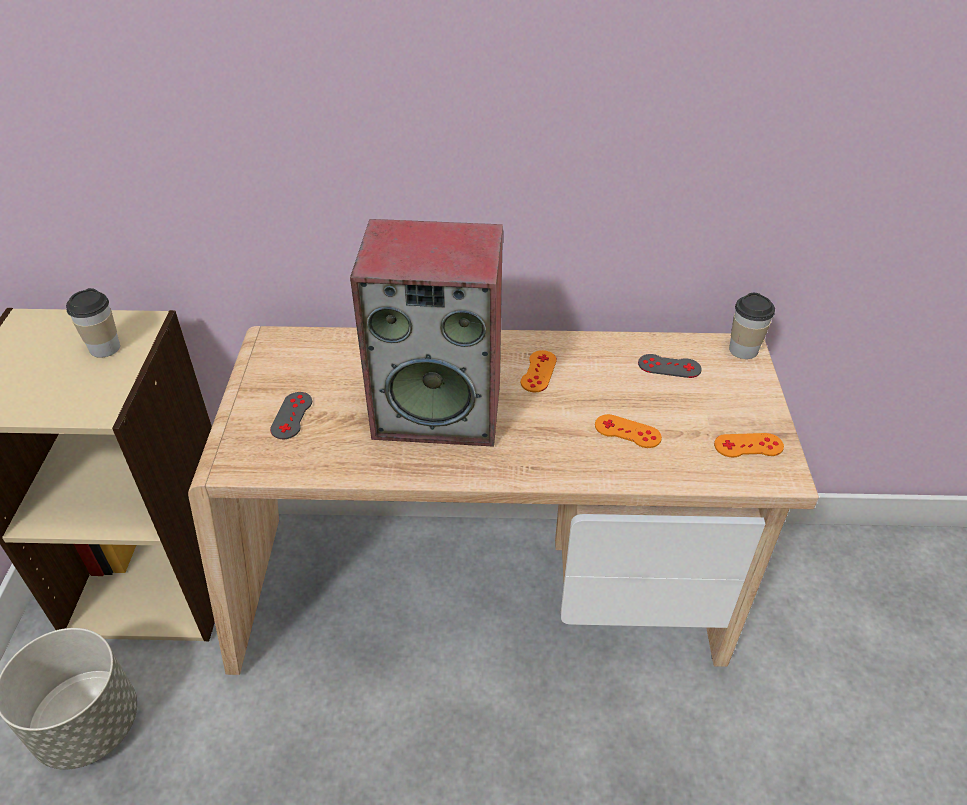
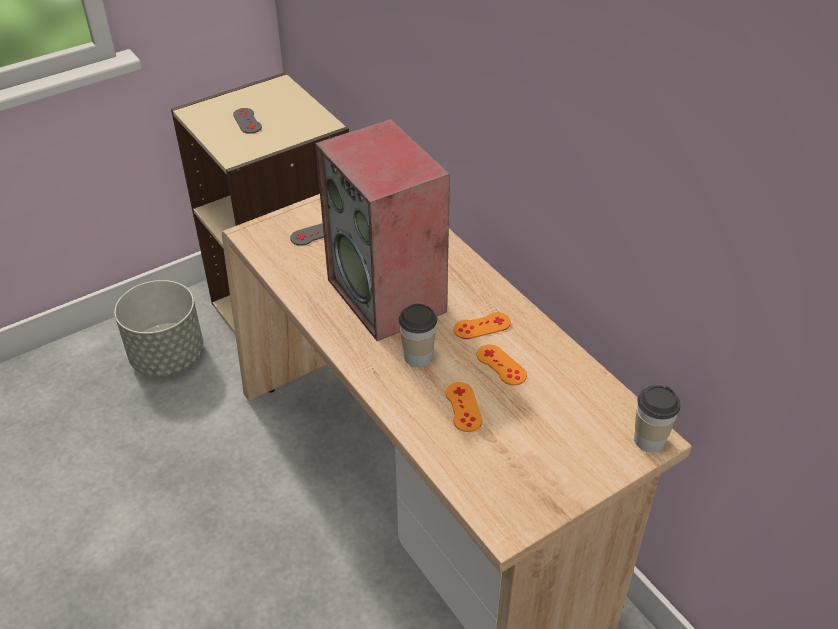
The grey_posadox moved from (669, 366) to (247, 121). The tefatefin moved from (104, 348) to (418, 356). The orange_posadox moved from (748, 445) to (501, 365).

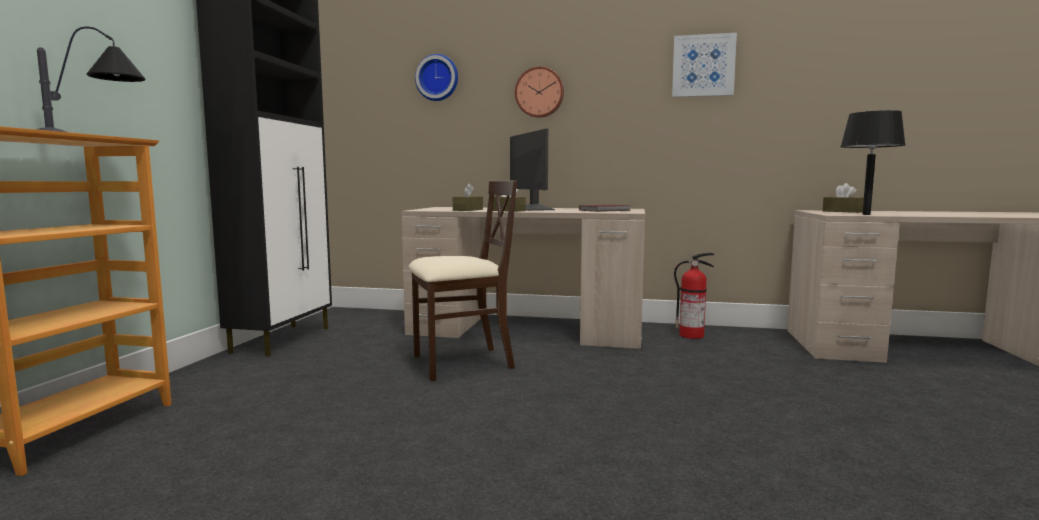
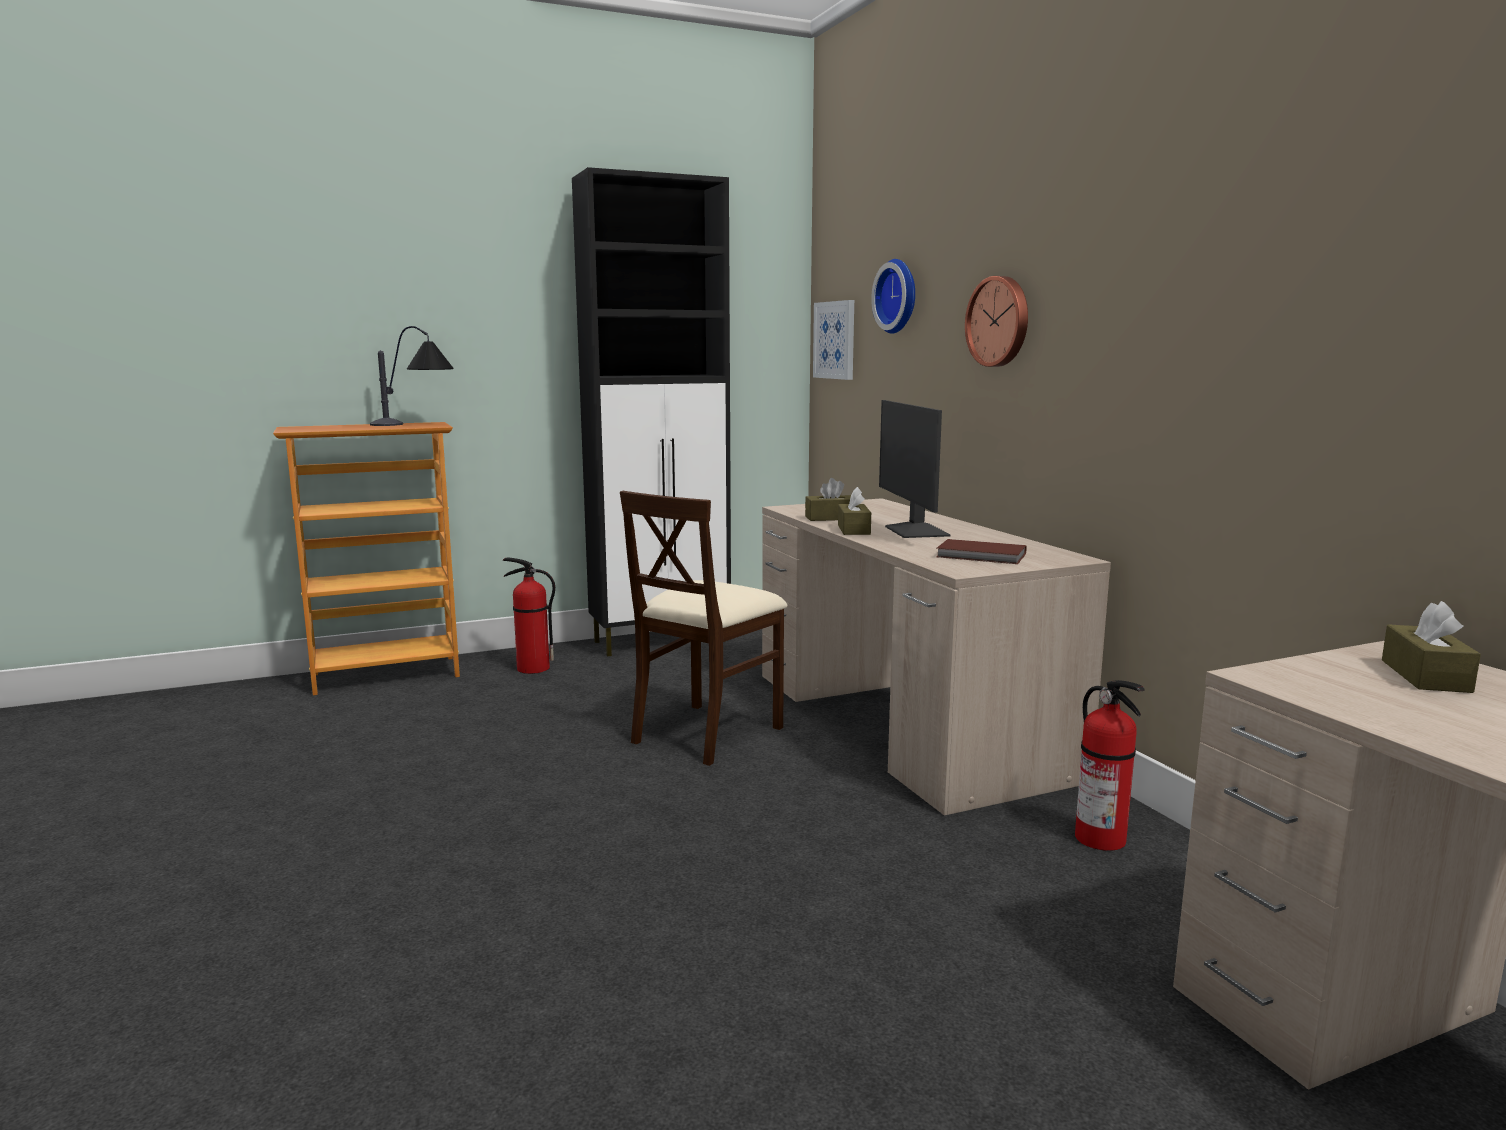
The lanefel at (532, 668) appeared. The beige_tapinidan at (461, 363) turned 90 degrees clockwise. The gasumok moved from (703, 66) to (835, 340). The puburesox at (533, 209) turned 45 degrees counterclockwise. The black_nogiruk at (866, 214) disappeared.

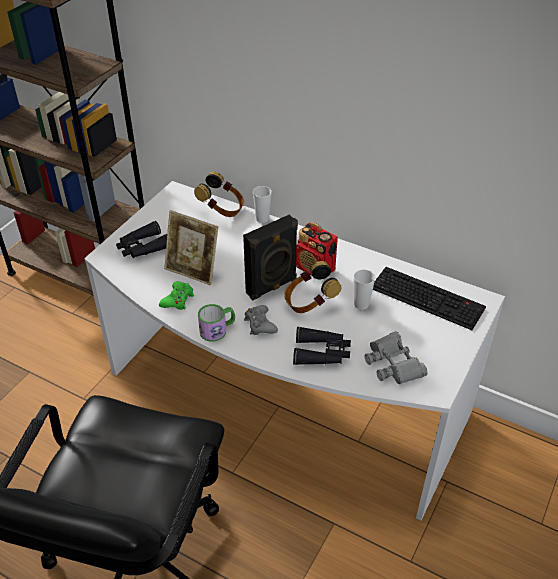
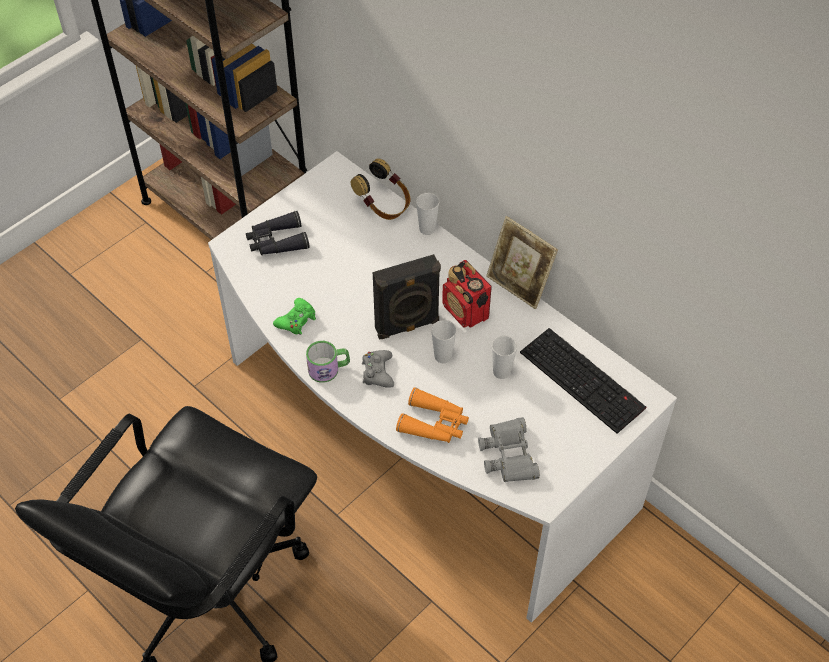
The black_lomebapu at (322, 353) became the orange_lomebapu at (434, 423). The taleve at (309, 302) was replaced by the tefatefin at (443, 356). The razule moved from (193, 271) to (518, 286).

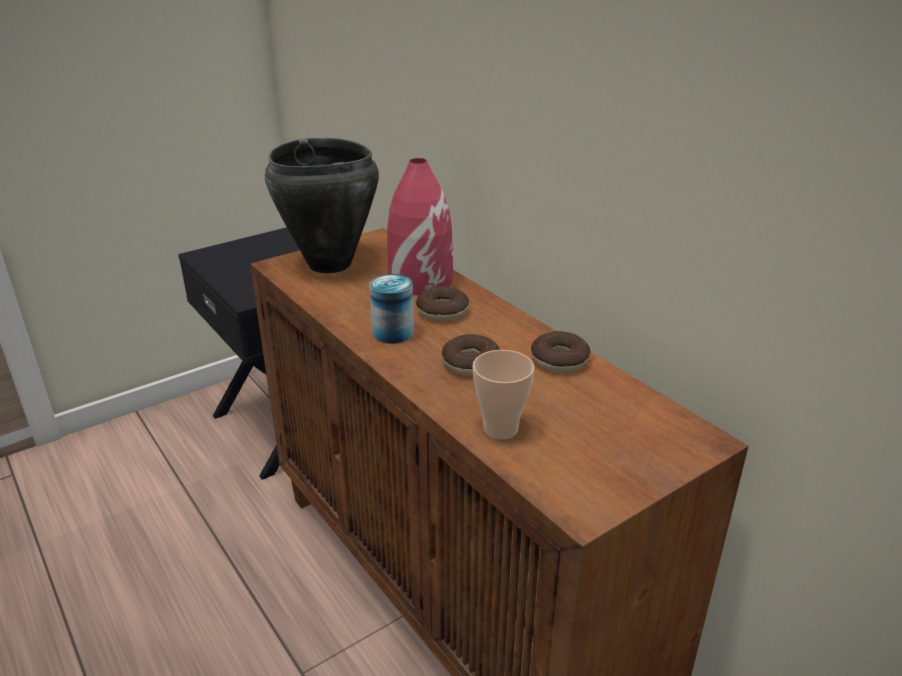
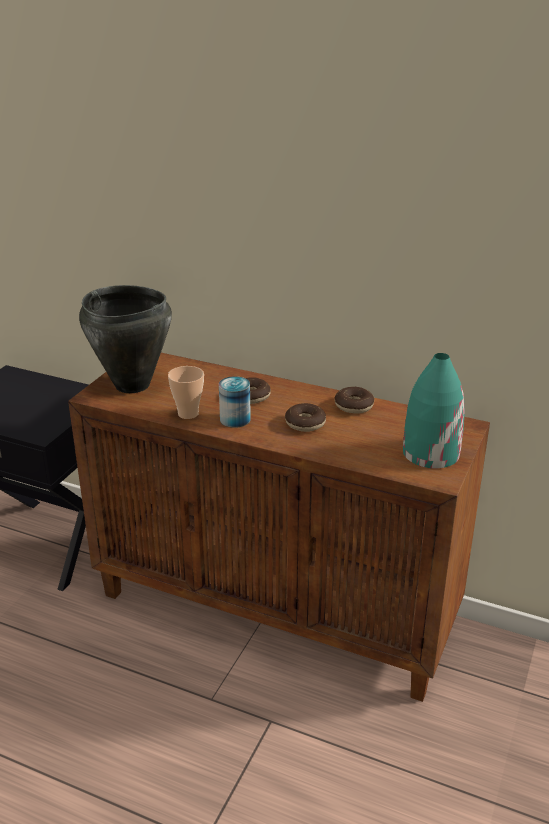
The tefatefin moved from (500, 429) to (188, 414). The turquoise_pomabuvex at (430, 453) appeared. The red_pomabuvex at (420, 280) disappeared.

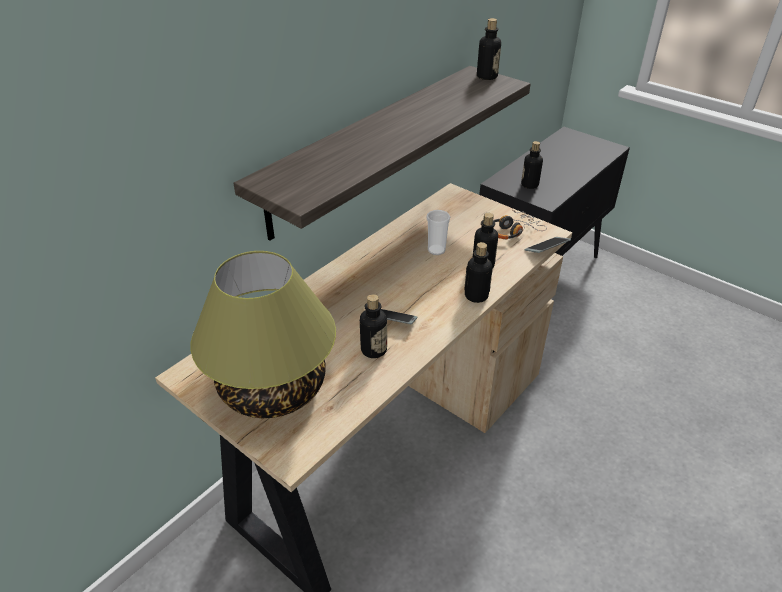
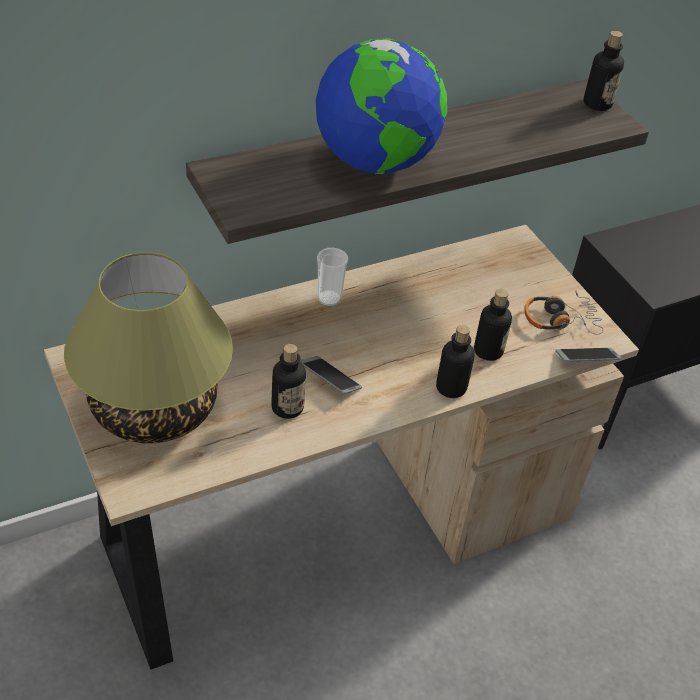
The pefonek at (375, 162) appeared. The tefatefin moved from (436, 250) to (329, 298). The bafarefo at (529, 185) disappeared.

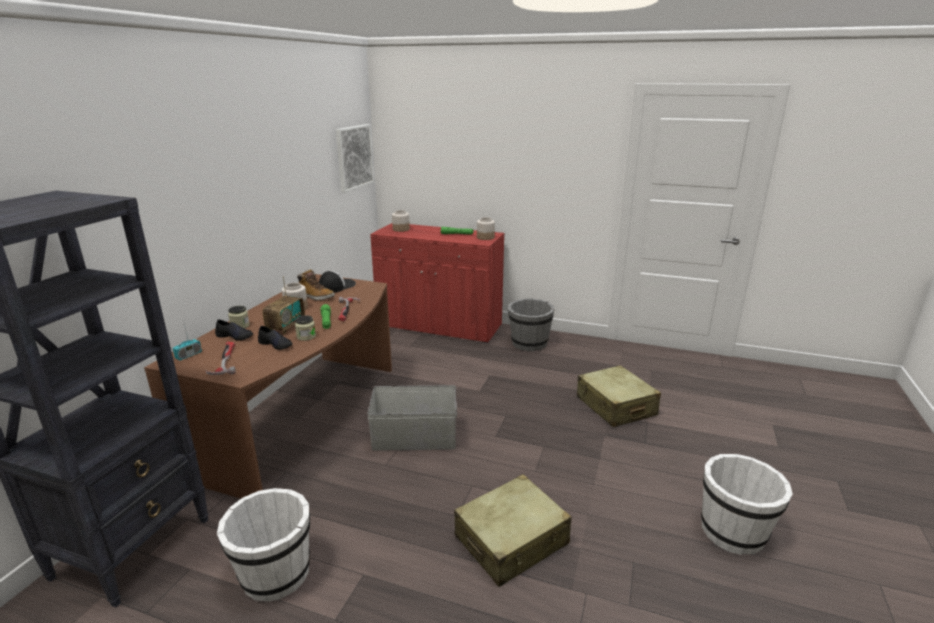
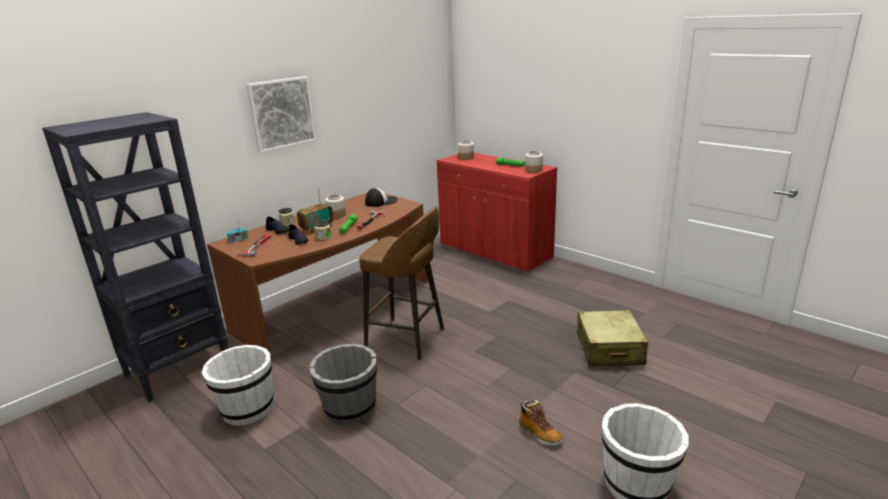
The gasumok moved from (354, 157) to (282, 113). The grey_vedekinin moved from (529, 343) to (349, 409). The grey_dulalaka at (415, 438) was replaced by the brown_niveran at (407, 339). The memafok moved from (316, 297) to (539, 434). The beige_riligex at (512, 541) disappeared.

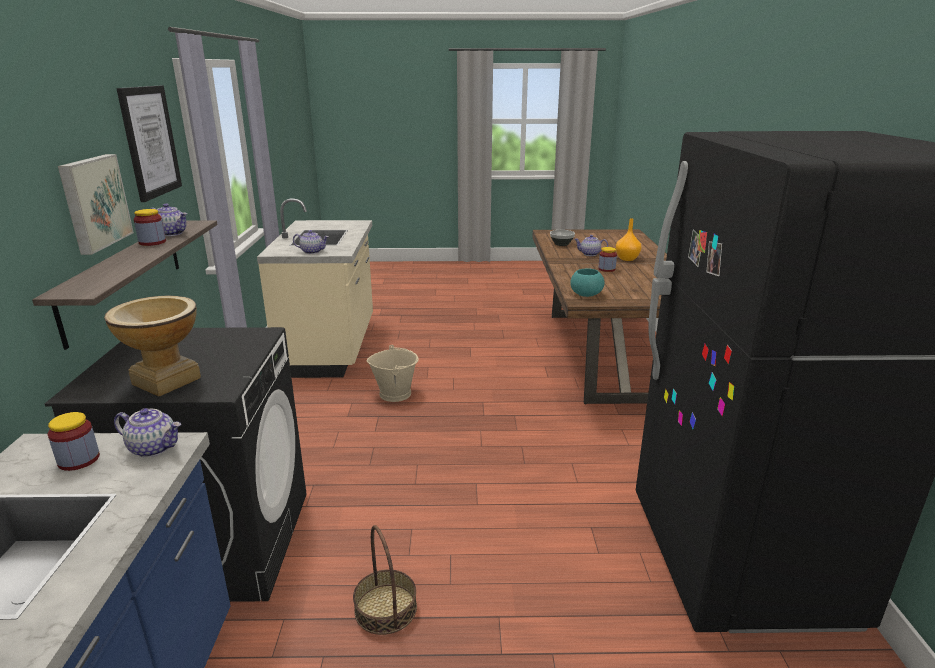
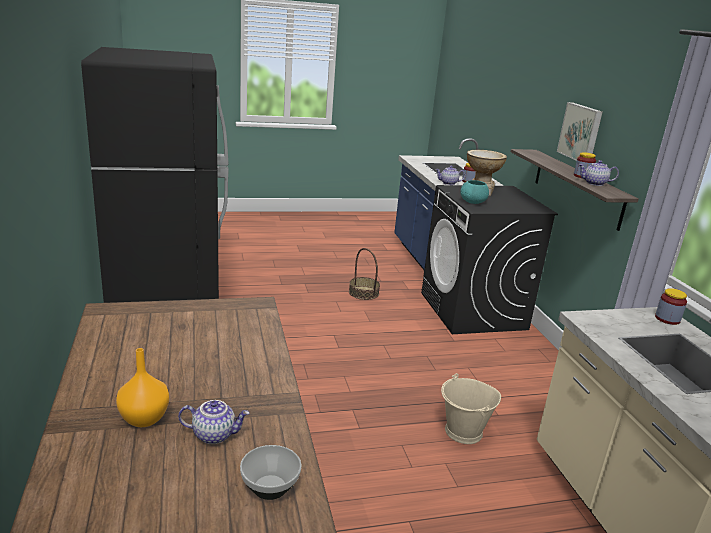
The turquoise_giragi moved from (585, 294) to (473, 202). The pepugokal moved from (606, 269) to (667, 319). The gasumok at (150, 142) disappeared. The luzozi at (312, 251) disappeared.

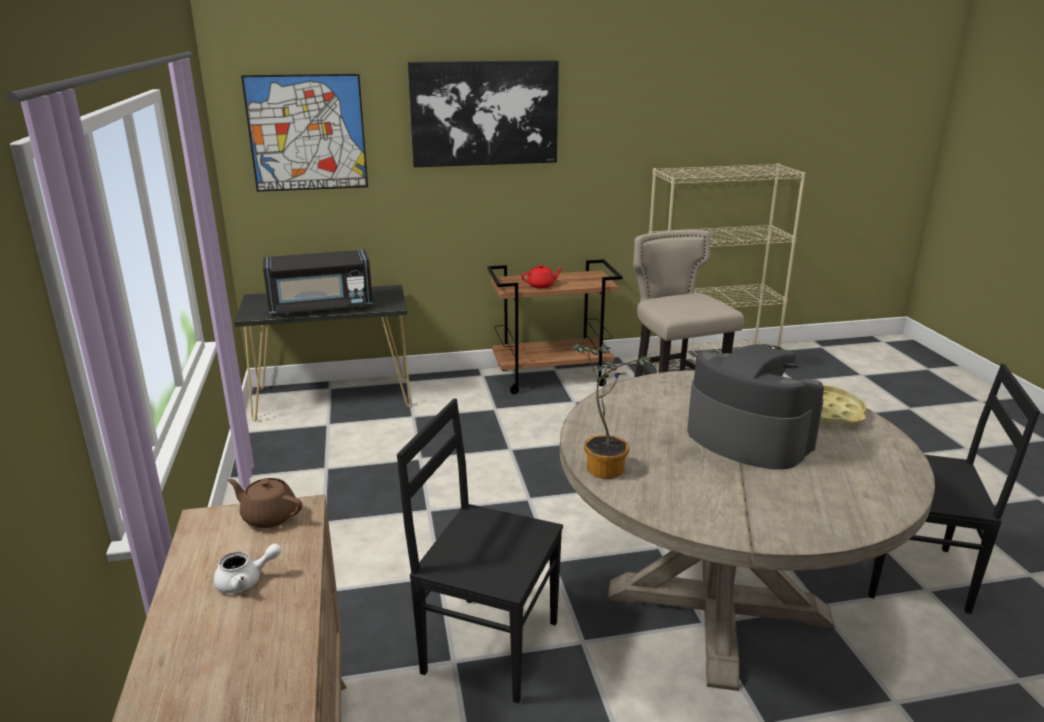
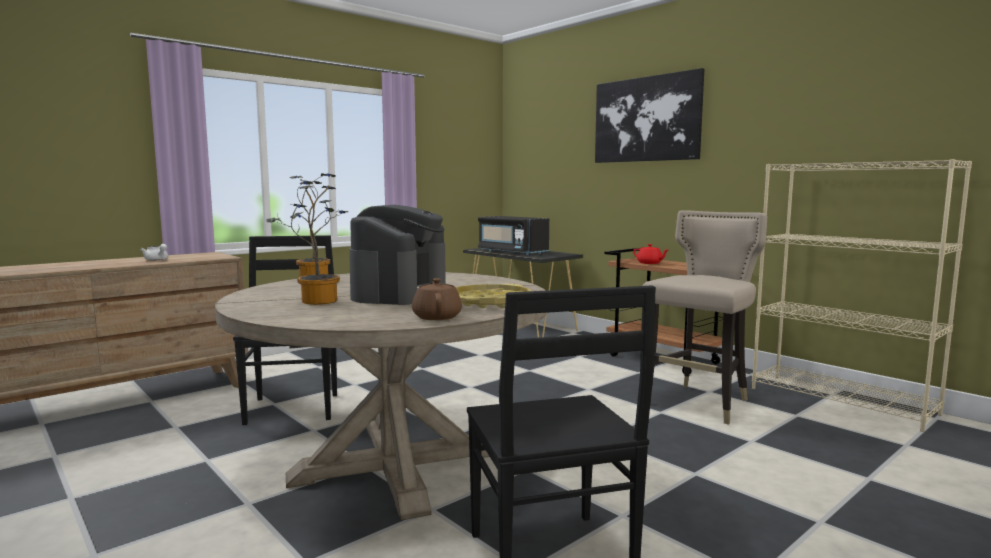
The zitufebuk at (313, 301) appeared. The brown_luzozi moved from (269, 516) to (437, 317). The gasumok at (307, 133) disappeared.

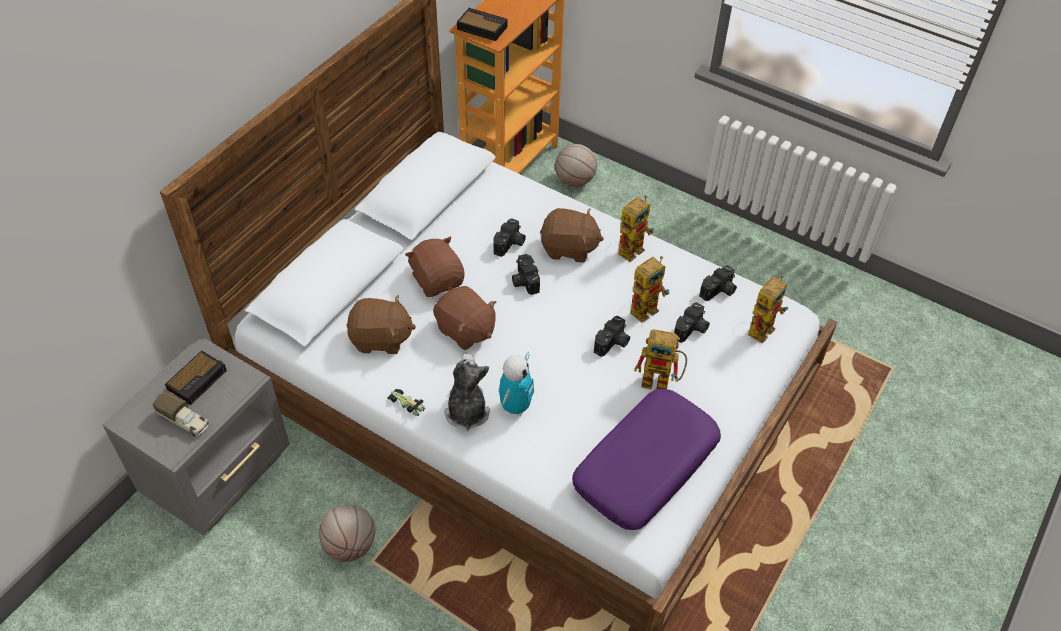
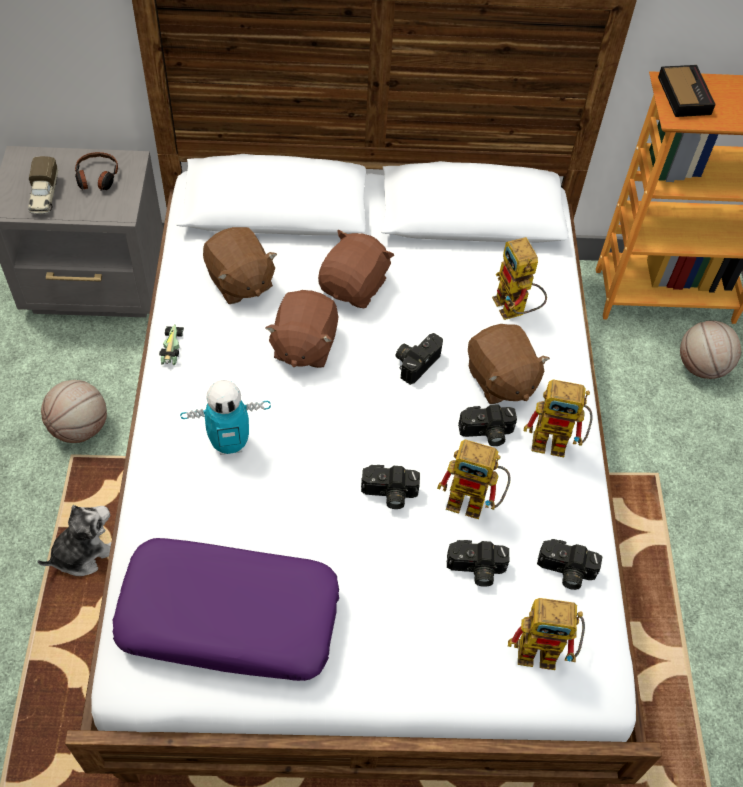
The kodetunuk moved from (466, 411) to (83, 552). The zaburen at (198, 379) was replaced by the taleve at (97, 178). The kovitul moved from (510, 244) to (486, 433). The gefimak moved from (662, 381) to (514, 311).

